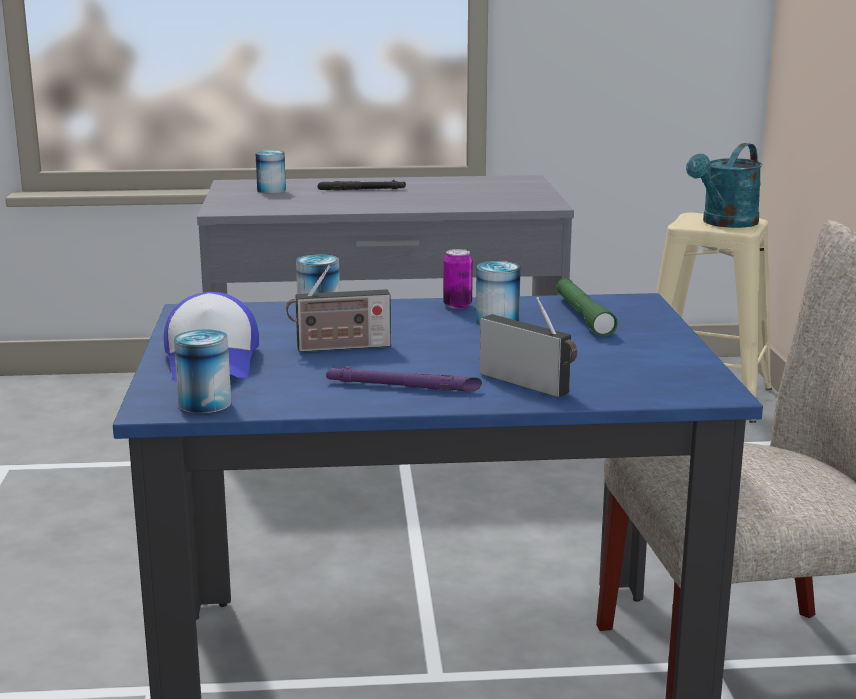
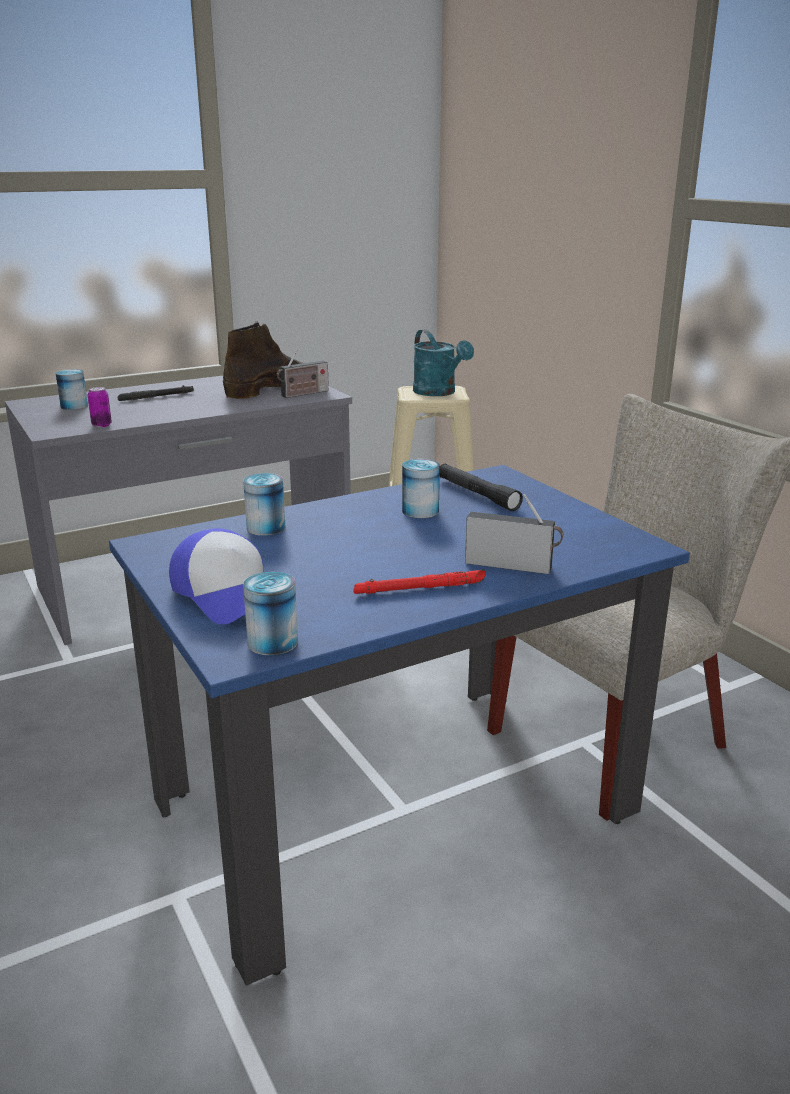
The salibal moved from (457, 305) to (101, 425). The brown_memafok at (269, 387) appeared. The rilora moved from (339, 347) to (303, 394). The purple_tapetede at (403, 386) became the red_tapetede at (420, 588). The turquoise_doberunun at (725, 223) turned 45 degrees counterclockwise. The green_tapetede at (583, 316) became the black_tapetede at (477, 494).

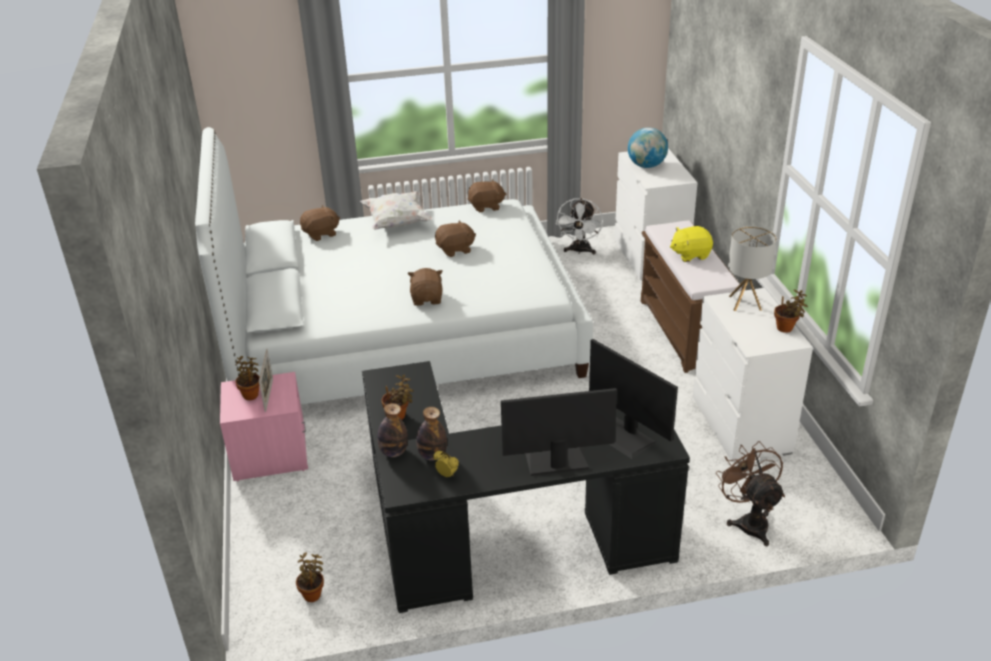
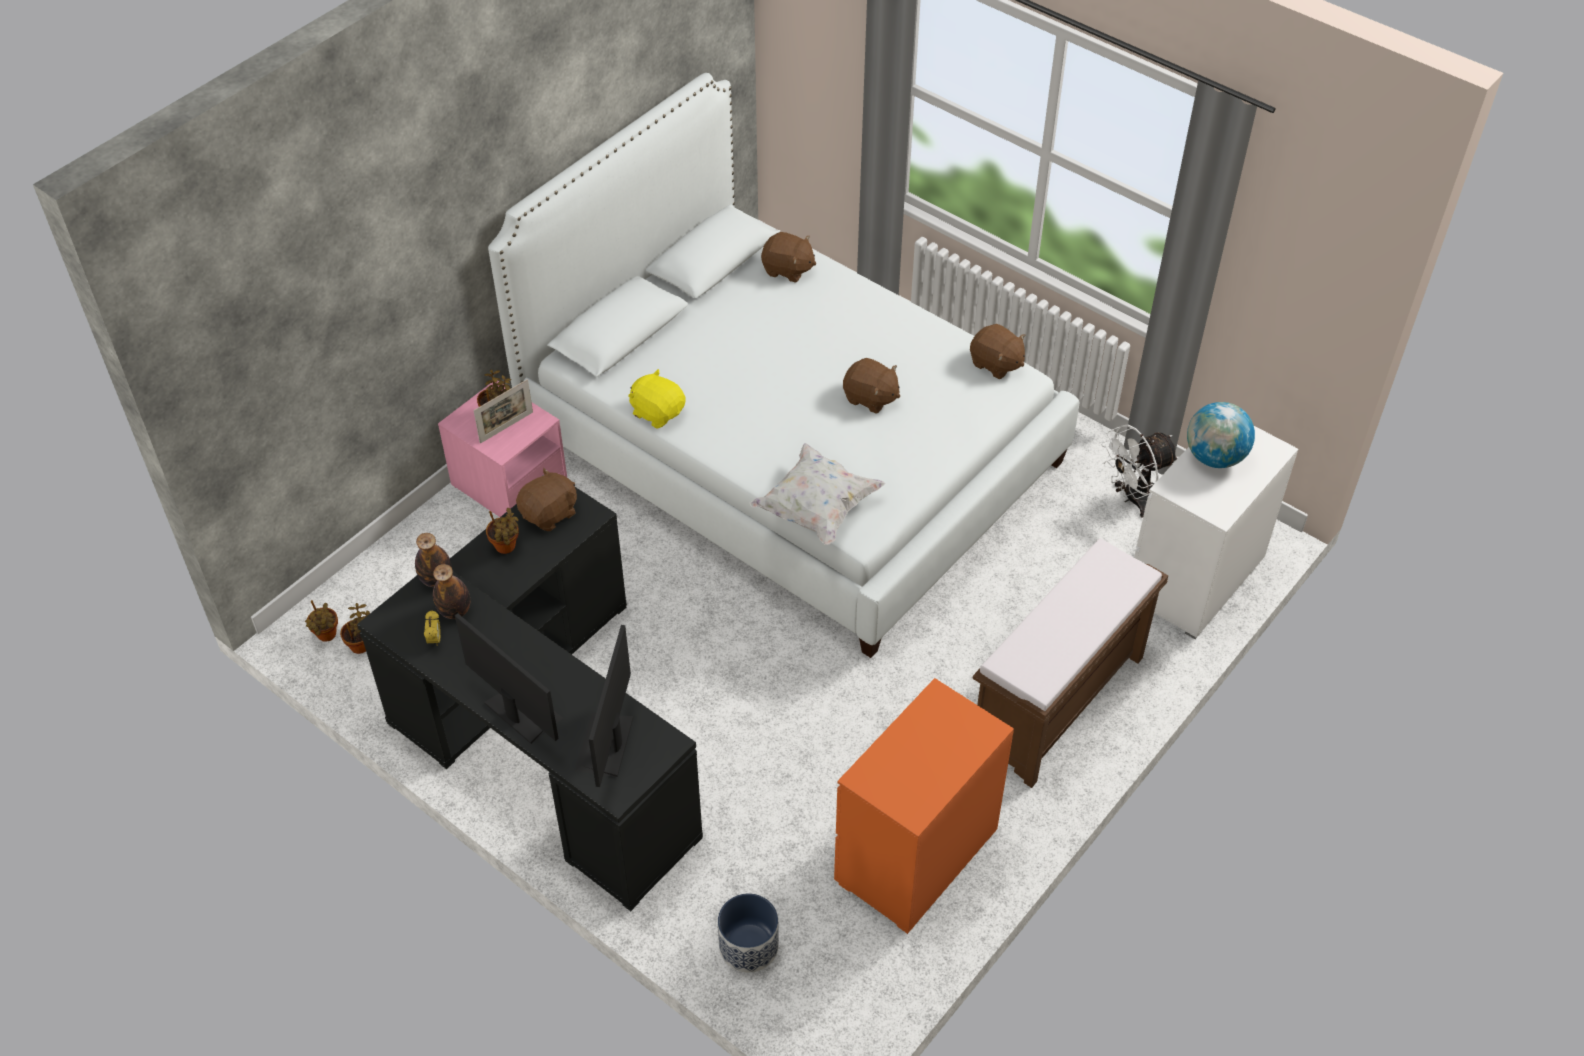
The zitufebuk moved from (786, 329) to (326, 636). The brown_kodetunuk moved from (427, 299) to (550, 514). The yellow_kodetunuk moved from (690, 254) to (657, 412). The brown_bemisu at (749, 521) was replaced by the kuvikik at (748, 946). The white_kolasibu moved from (397, 223) to (816, 509). The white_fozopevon at (741, 426) became the orange_fozopevon at (915, 857). The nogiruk at (745, 303) disappeared.

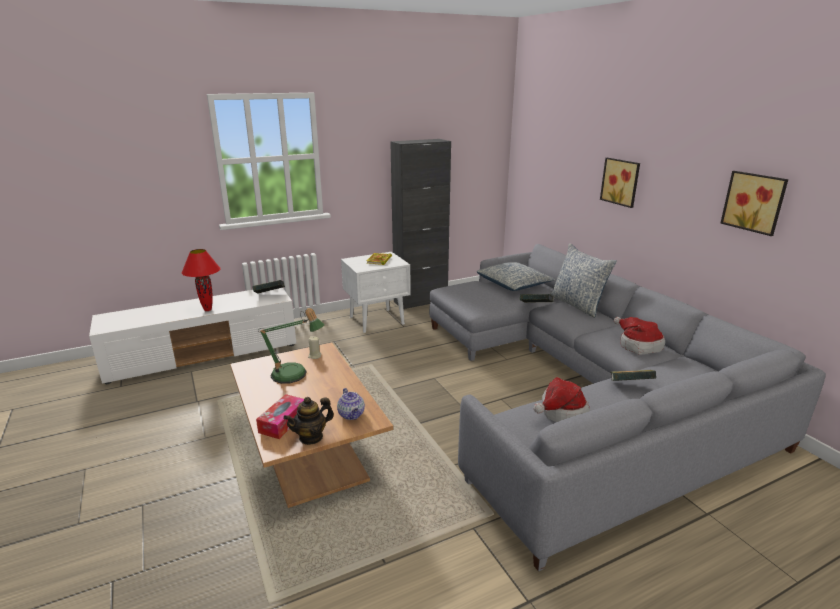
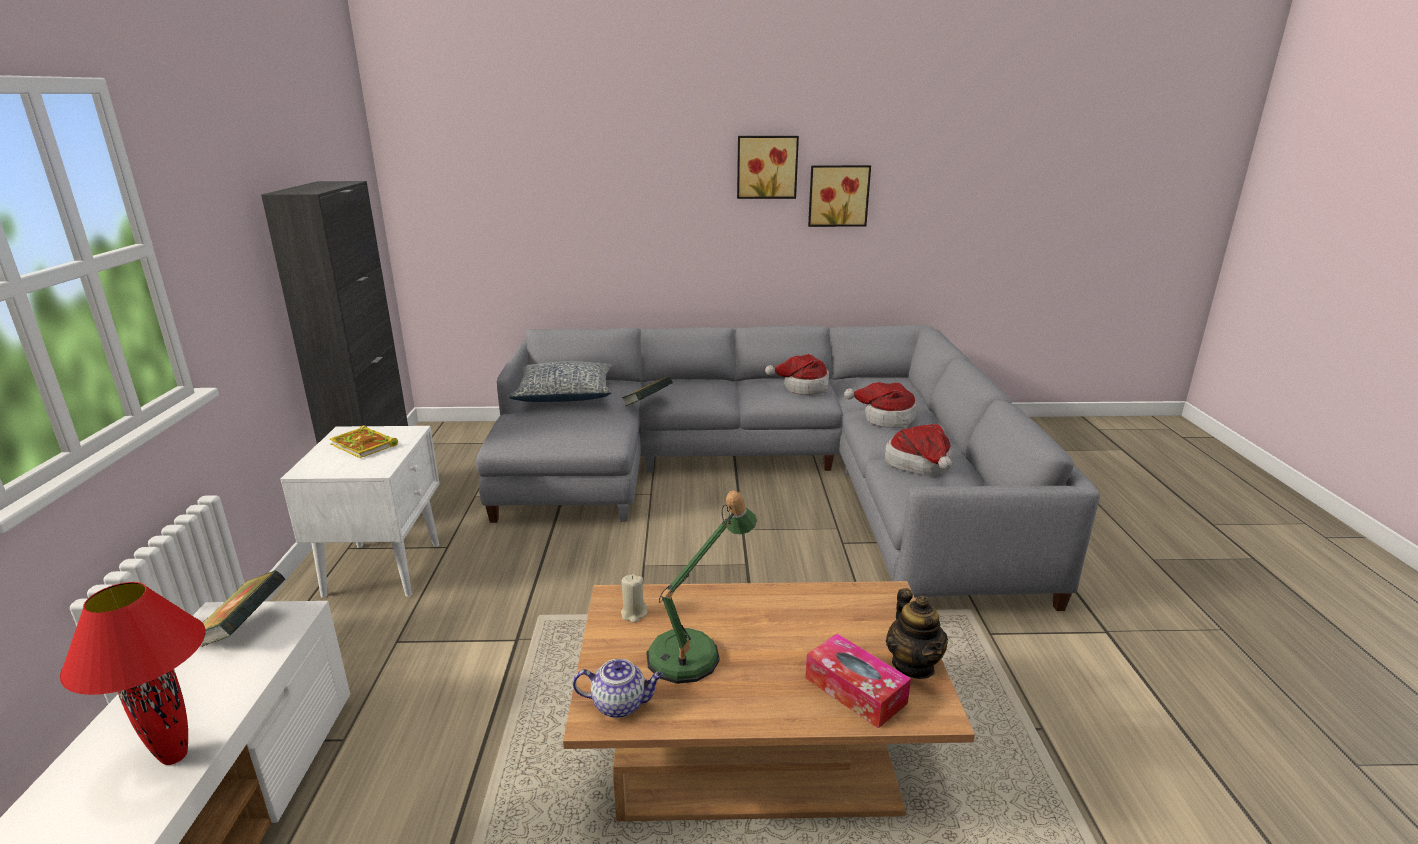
The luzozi moved from (352, 415) to (620, 704). The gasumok moved from (621, 182) to (767, 167). The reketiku at (630, 386) was replaced by the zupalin at (885, 418). The kolasibu at (577, 305) disappeared.

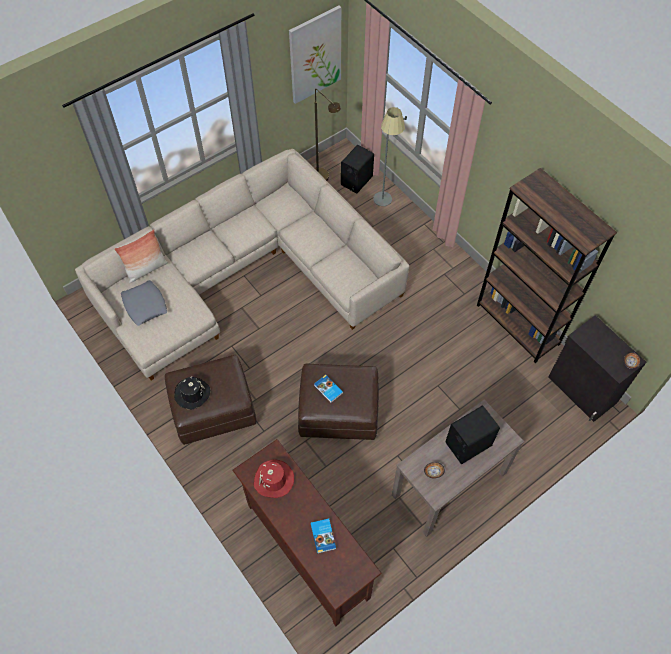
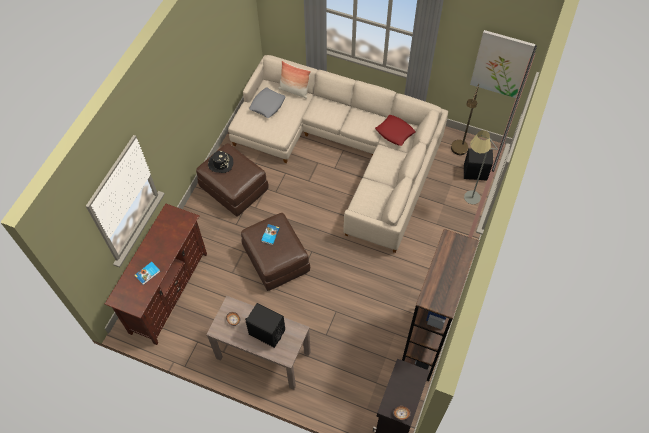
The red_kolasibu at (395, 132) appeared. The red_zupalin at (274, 480) disappeared.

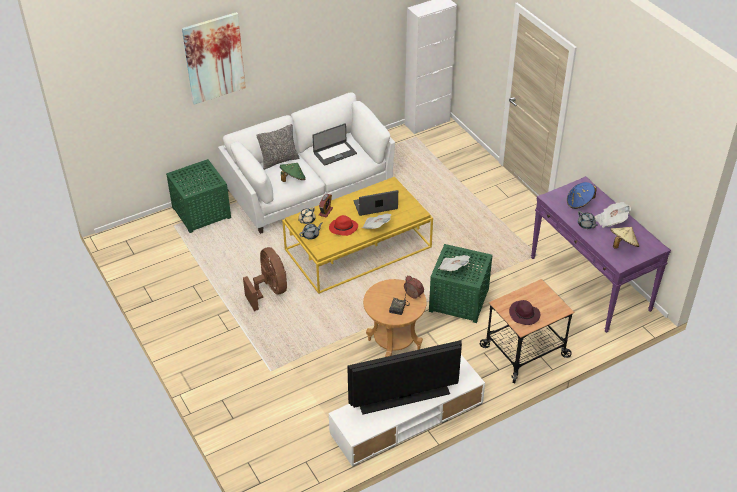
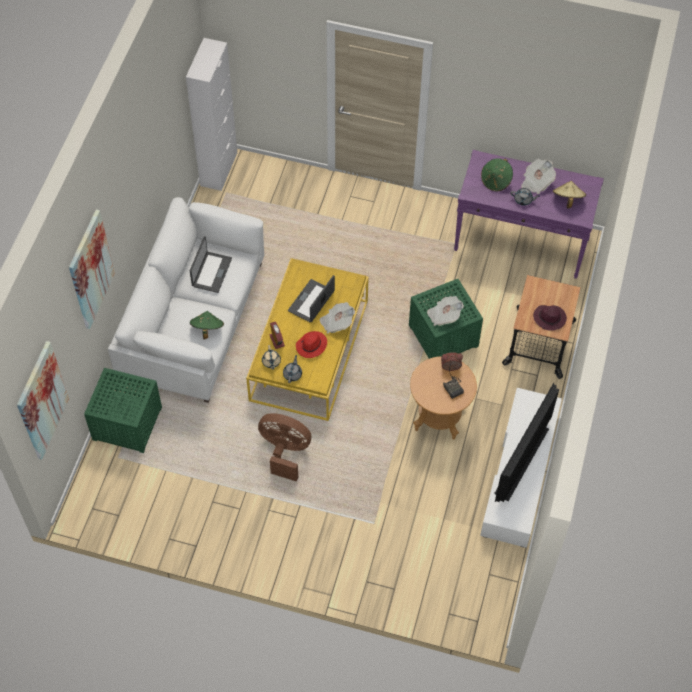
The gasumok at (42, 401) appeared. The blue_zupalin at (579, 203) became the green_zupalin at (496, 181). The kolasibu at (279, 161) disappeared.

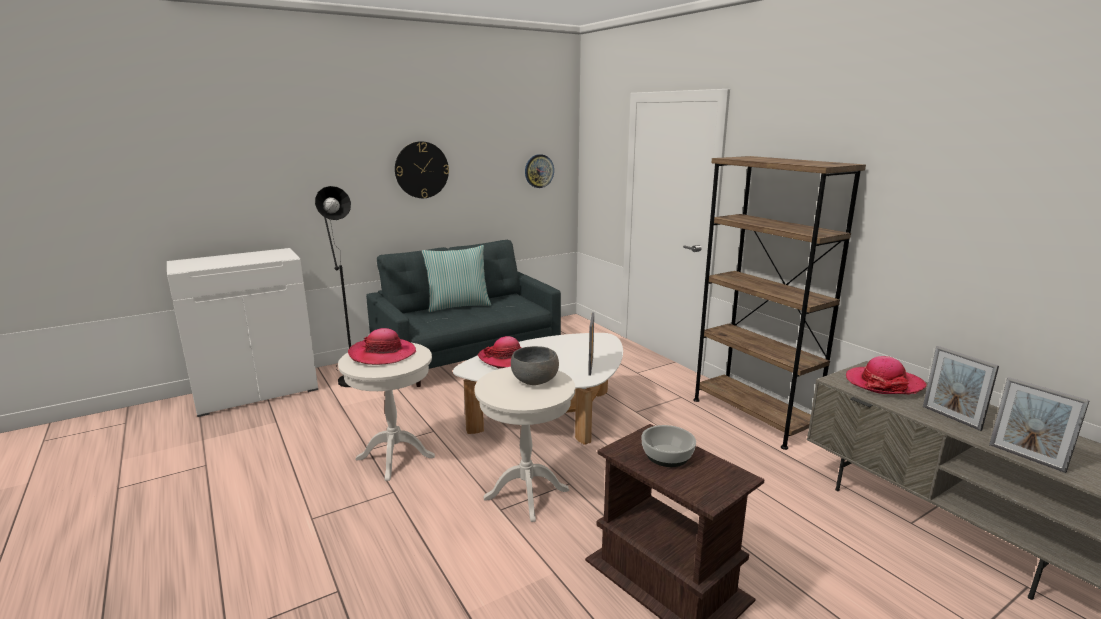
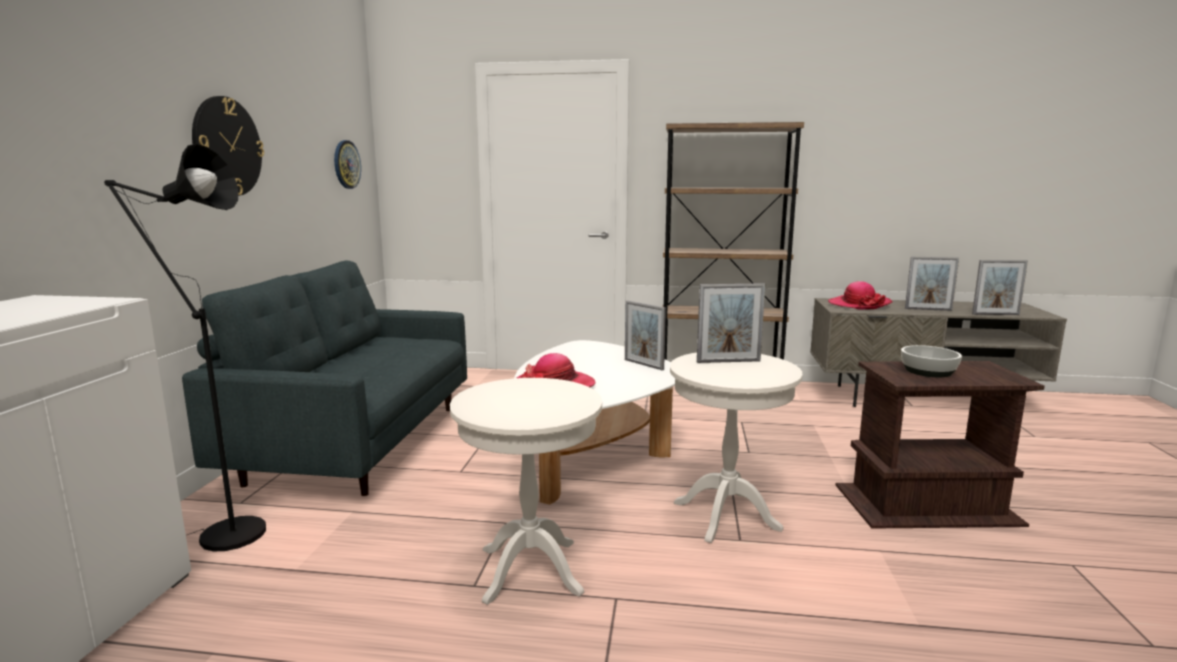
The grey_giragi at (535, 380) was replaced by the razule at (728, 361). The zupalin at (382, 354) disappeared. The kolasibu at (458, 306) disappeared.

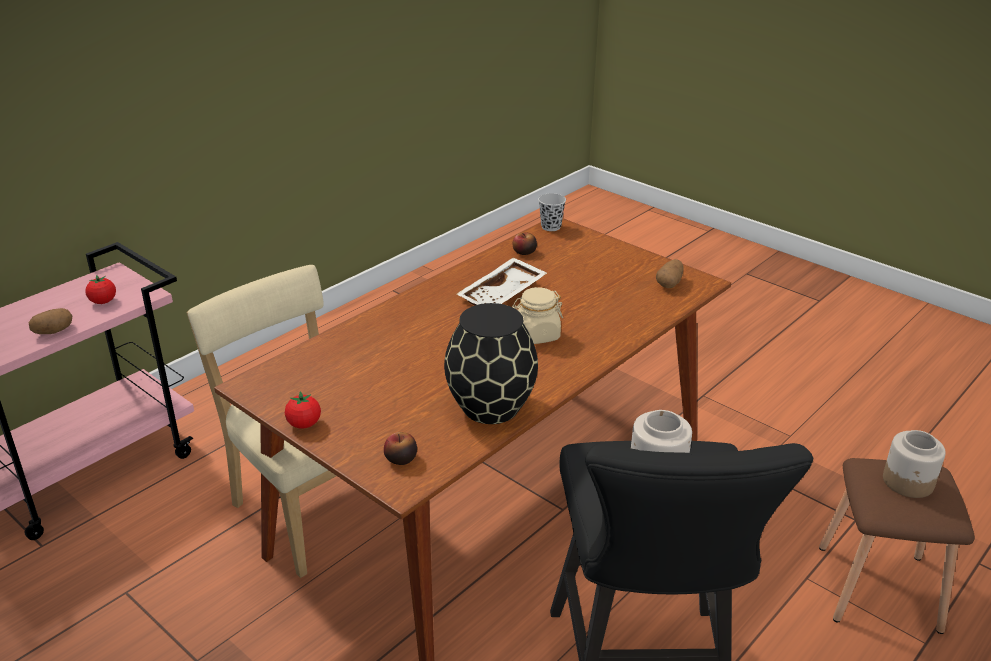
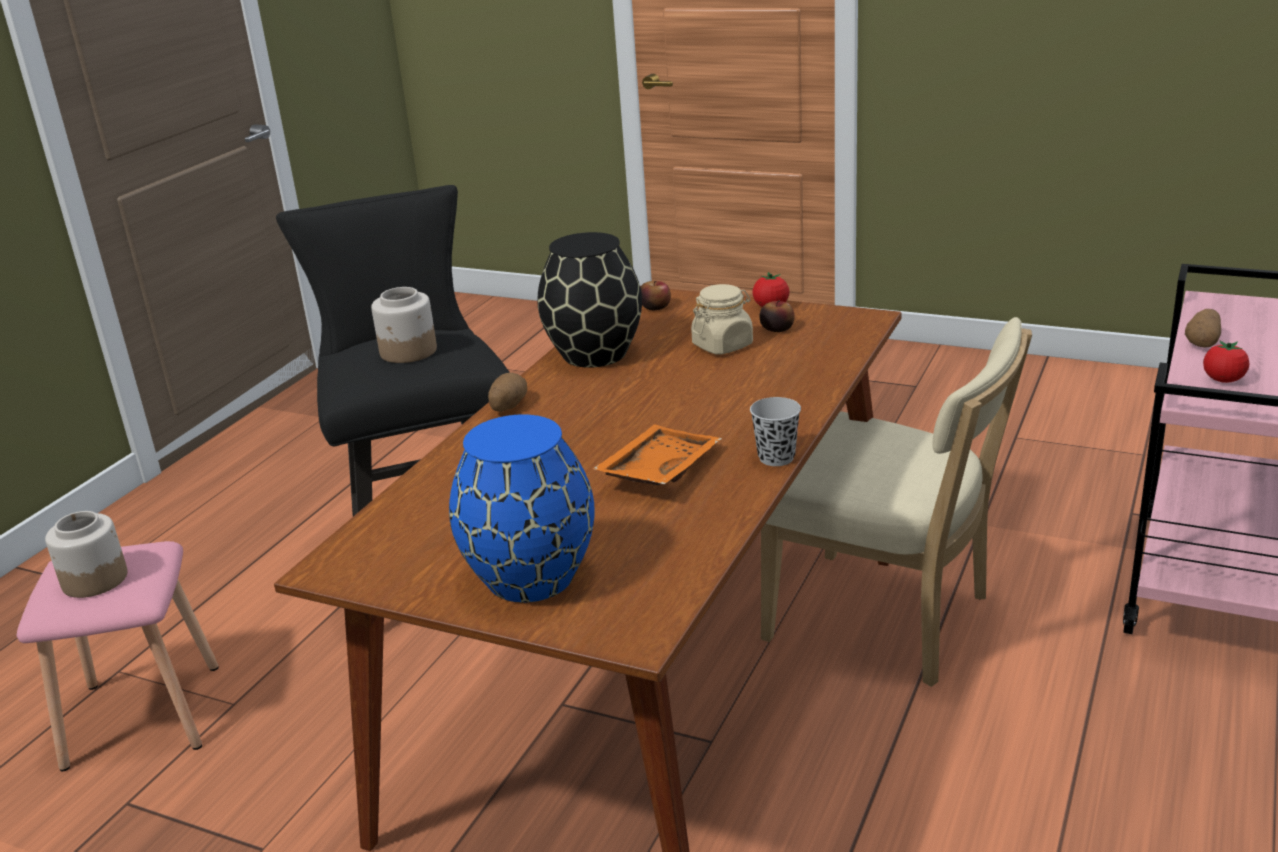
The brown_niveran at (880, 589) became the pink_niveran at (142, 714). The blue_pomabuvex at (530, 578) appeared. The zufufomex moved from (669, 283) to (507, 406). The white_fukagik at (503, 295) became the orange_fukagik at (657, 470). The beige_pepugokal moved from (536, 335) to (723, 345). The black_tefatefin moved from (551, 227) to (776, 458). The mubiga moved from (524, 252) to (777, 328).

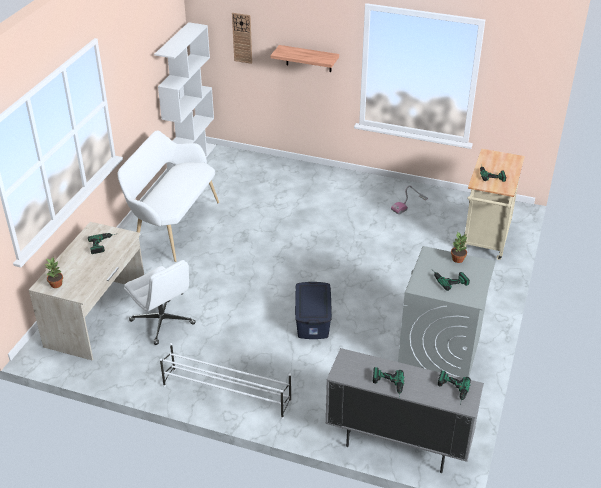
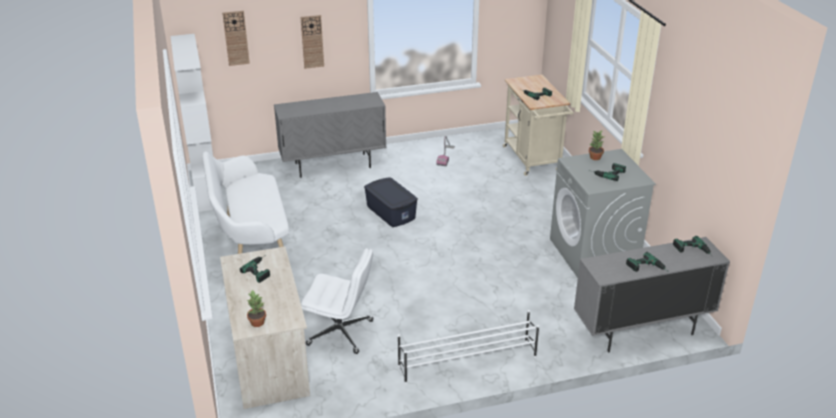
The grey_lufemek at (333, 166) appeared. The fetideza at (308, 58) was replaced by the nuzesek at (312, 41). The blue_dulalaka moved from (313, 320) to (391, 212).

